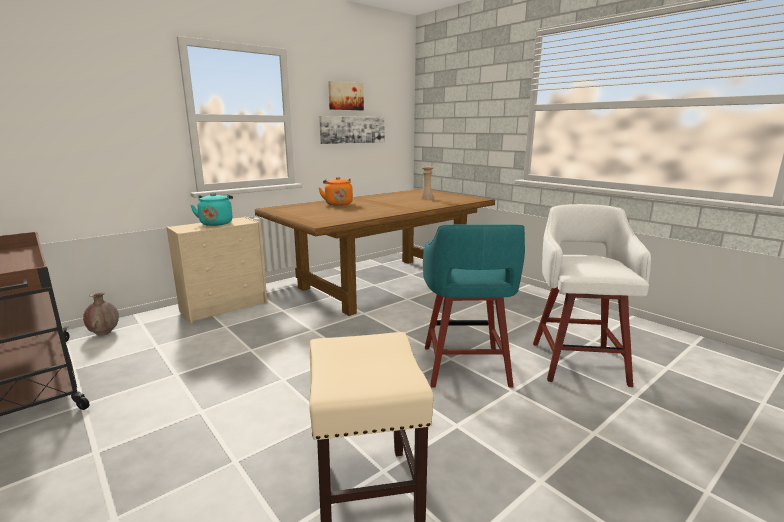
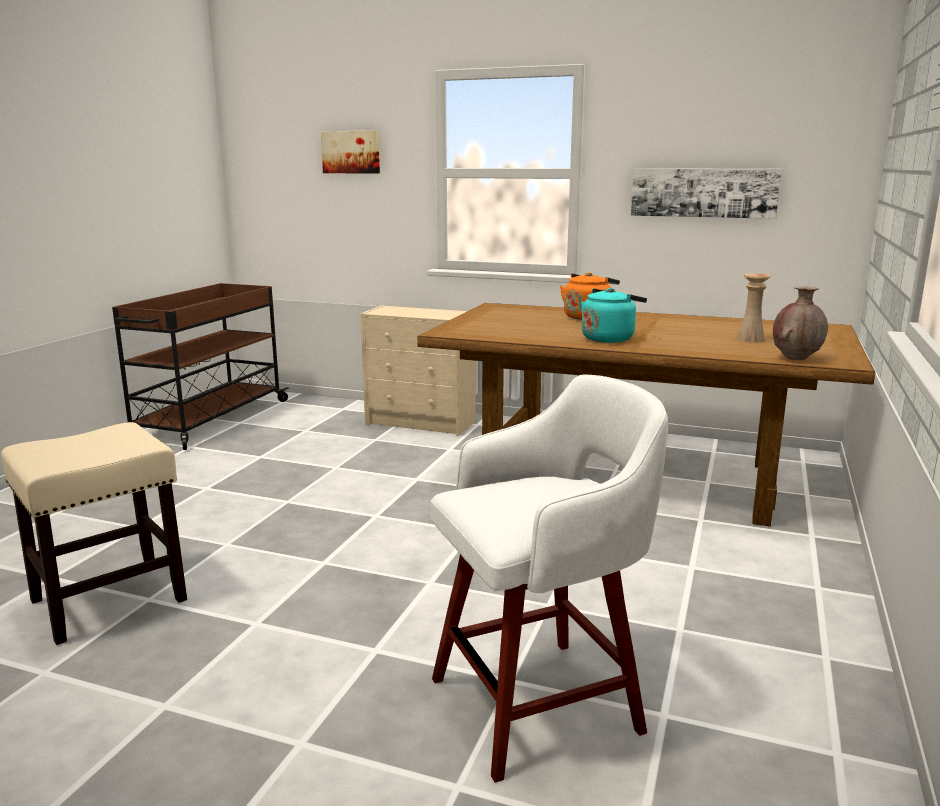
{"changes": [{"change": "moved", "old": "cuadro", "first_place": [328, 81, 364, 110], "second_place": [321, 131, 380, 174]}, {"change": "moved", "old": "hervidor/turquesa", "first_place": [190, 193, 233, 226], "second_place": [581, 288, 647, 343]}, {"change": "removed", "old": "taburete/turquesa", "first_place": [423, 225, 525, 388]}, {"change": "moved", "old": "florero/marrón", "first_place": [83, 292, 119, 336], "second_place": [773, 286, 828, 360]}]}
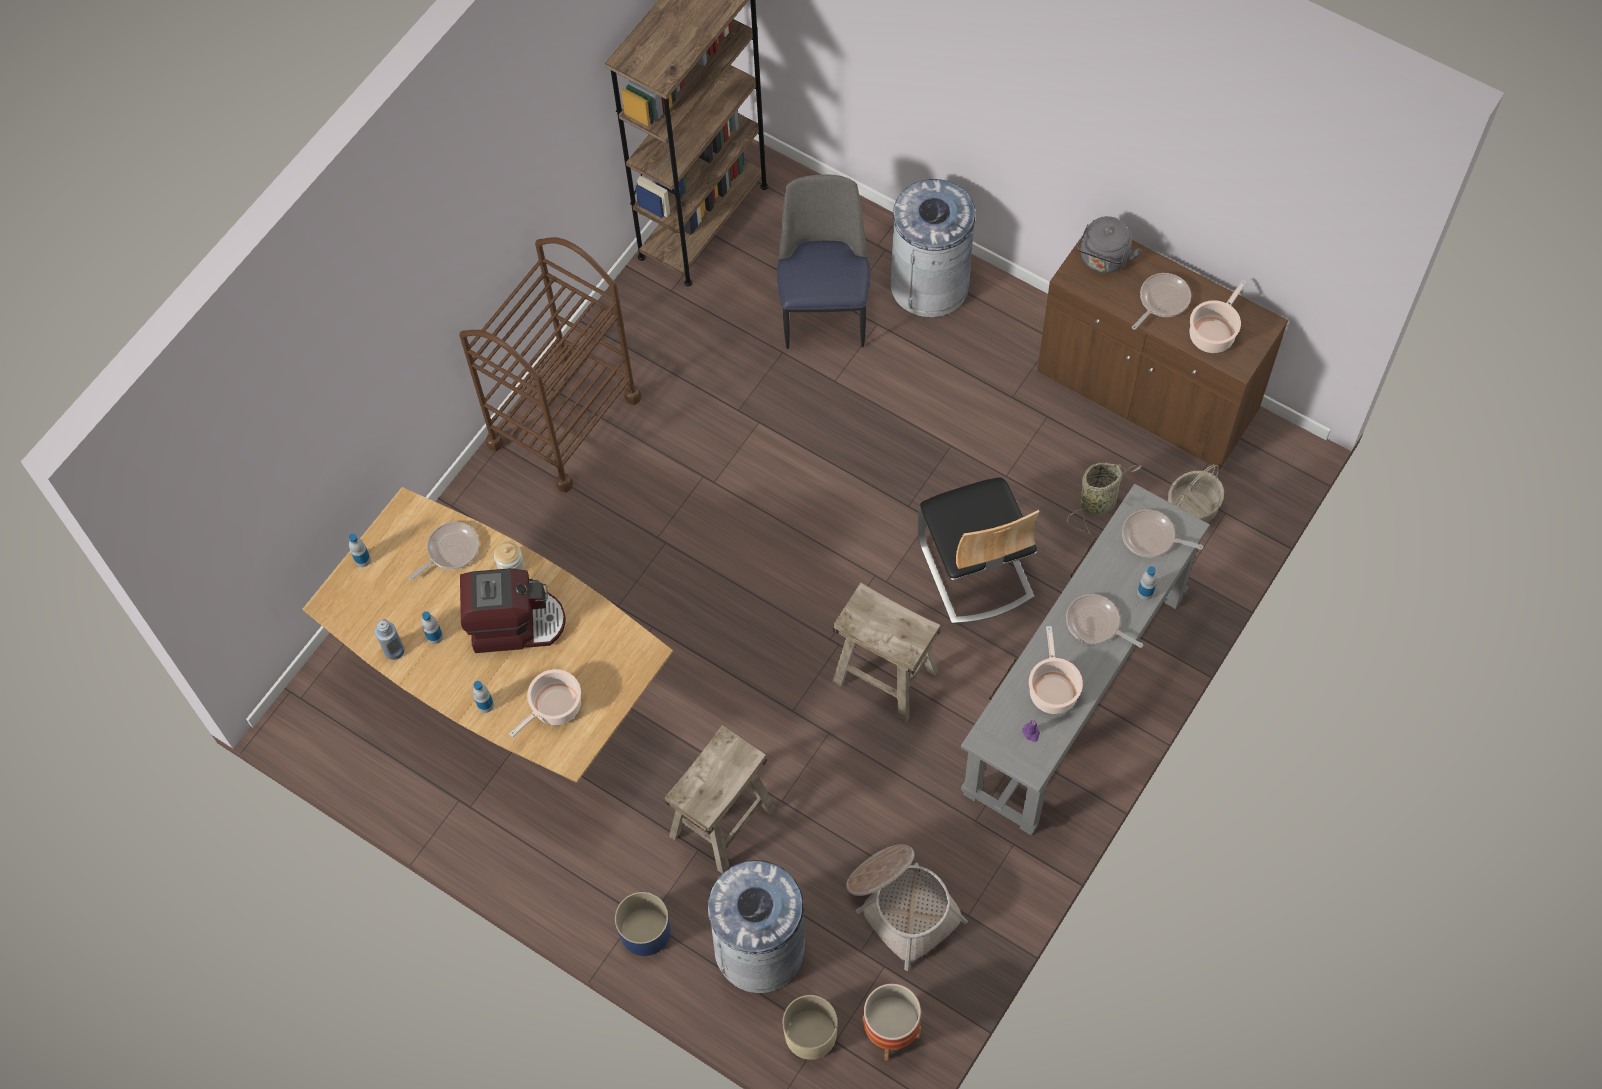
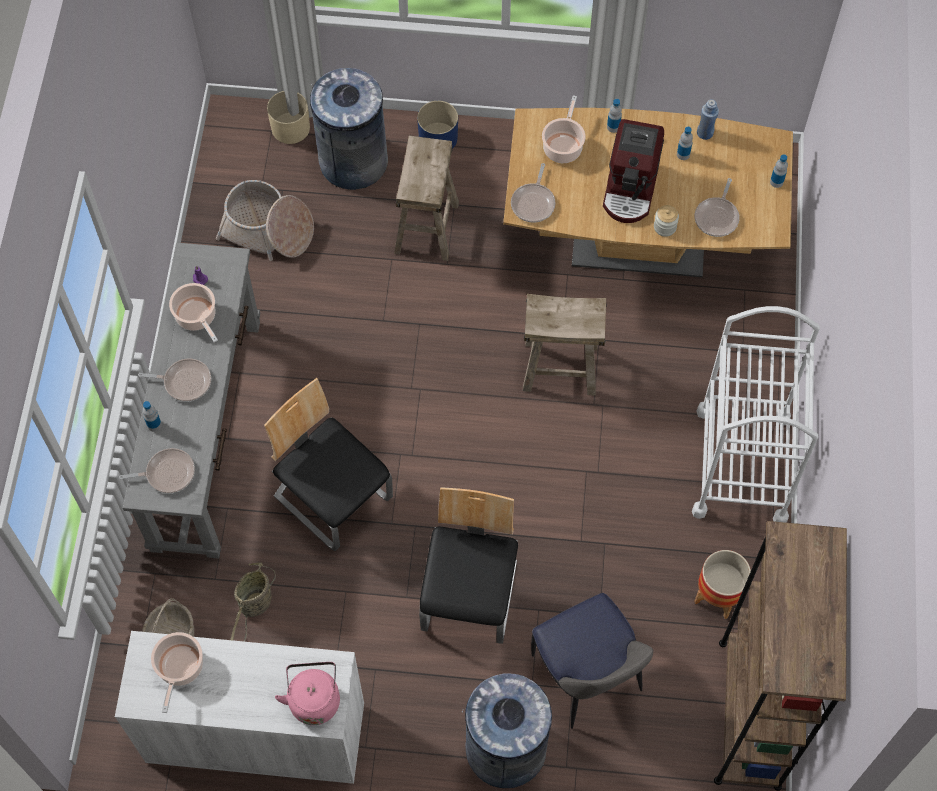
{"changes": [{"change": "recoloured", "old": "hervidor/gris", "new": "hervidor/rosa", "first_place": [1077, 216, 1142, 273], "second_place": [275, 662, 340, 725]}, {"change": "recoloured", "old": "armario/marrón", "new": "armario/blanco", "first_place": [1037, 220, 1288, 469], "second_place": [115, 631, 364, 784]}, {"change": "recoloured", "old": "carrito/marrón", "new": "carrito/blanco", "first_place": [459, 237, 641, 493], "second_place": [692, 306, 820, 523]}, {"change": "moved", "old": "sartén", "first_place": [1132, 273, 1191, 330], "second_place": [511, 163, 556, 223]}, {"change": "turned", "old": "cafetera", "first_place": [460, 568, 566, 653], "second_place": [603, 119, 664, 223], "degrees": -45}, {"change": "moved", "old": "taburete/beis", "first_place": [832, 583, 940, 723], "second_place": [523, 294, 607, 396]}, {"change": "moved", "old": "maceta", "first_place": [863, 983, 921, 1061], "second_place": [694, 550, 751, 619]}, {"change": "added", "new": "silla", "second_place": [419, 487, 518, 644]}]}
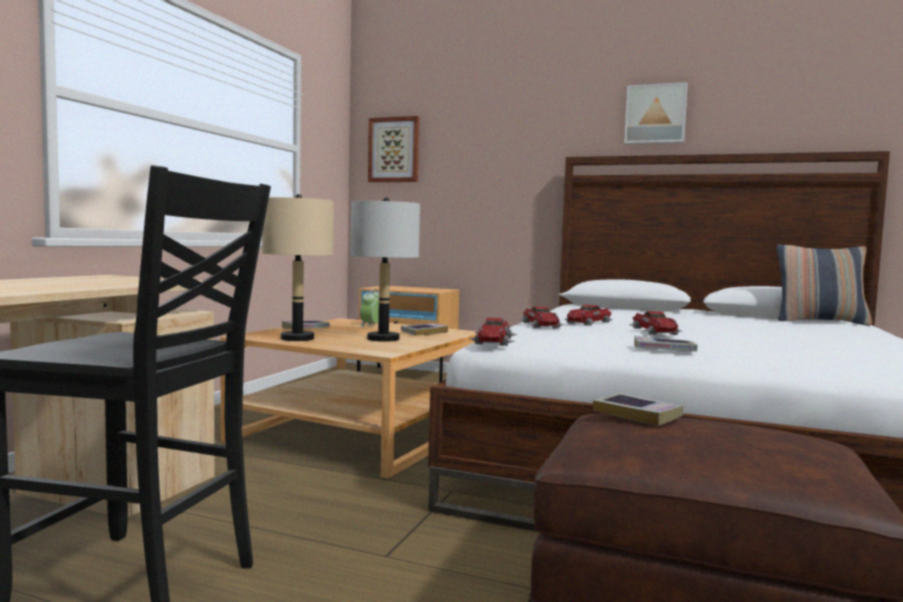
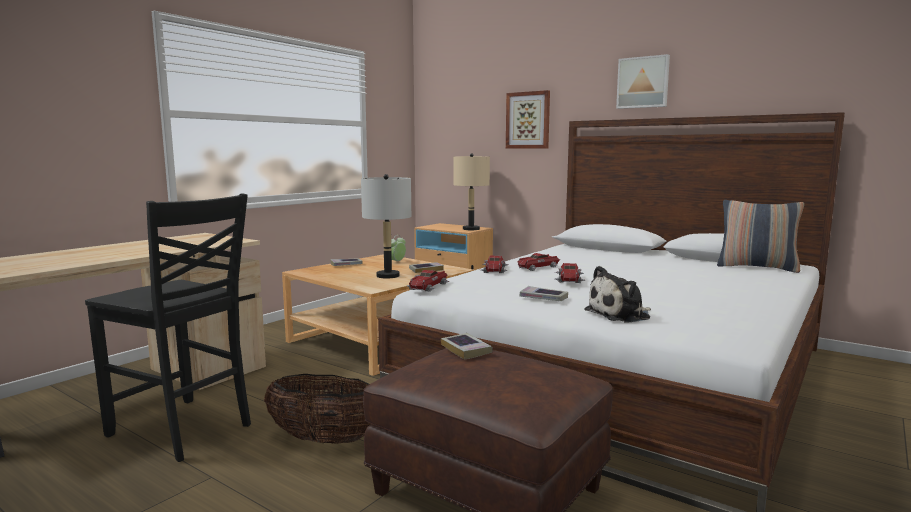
{"changes": [{"change": "moved", "old": "cuadro", "first_place": [368, 116, 420, 182], "second_place": [506, 90, 550, 149]}, {"change": "moved", "old": "lámpara de mesa/beis", "first_place": [262, 194, 334, 341], "second_place": [453, 153, 490, 230]}, {"change": "added", "new": "peluche", "second_place": [584, 266, 651, 323]}, {"change": "added", "new": "cesta", "second_place": [264, 374, 371, 444]}]}
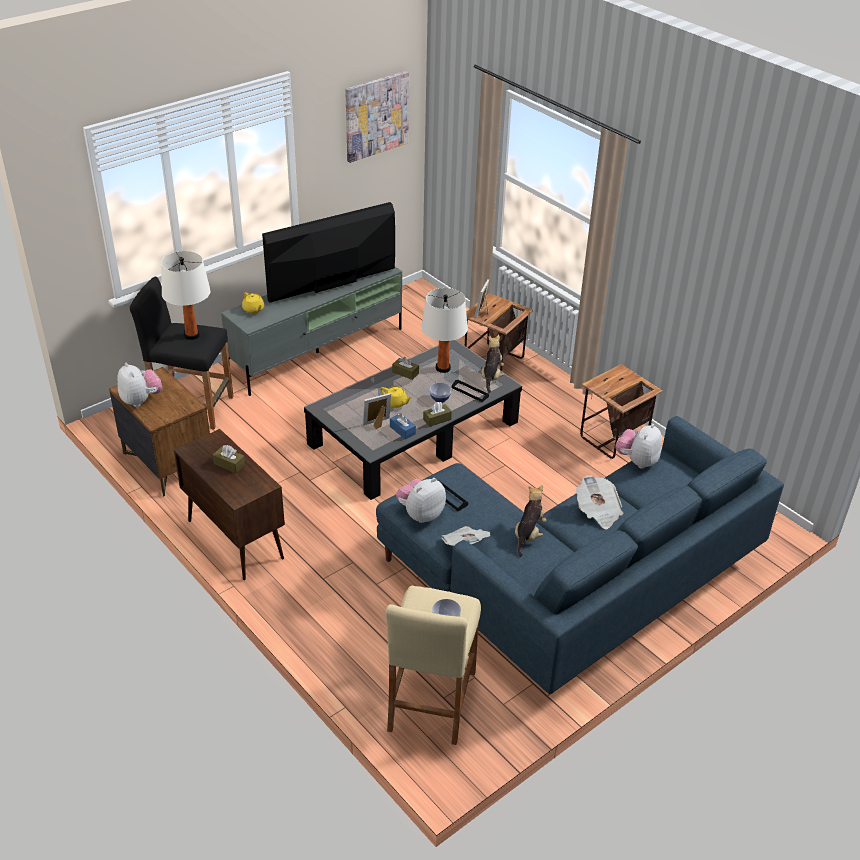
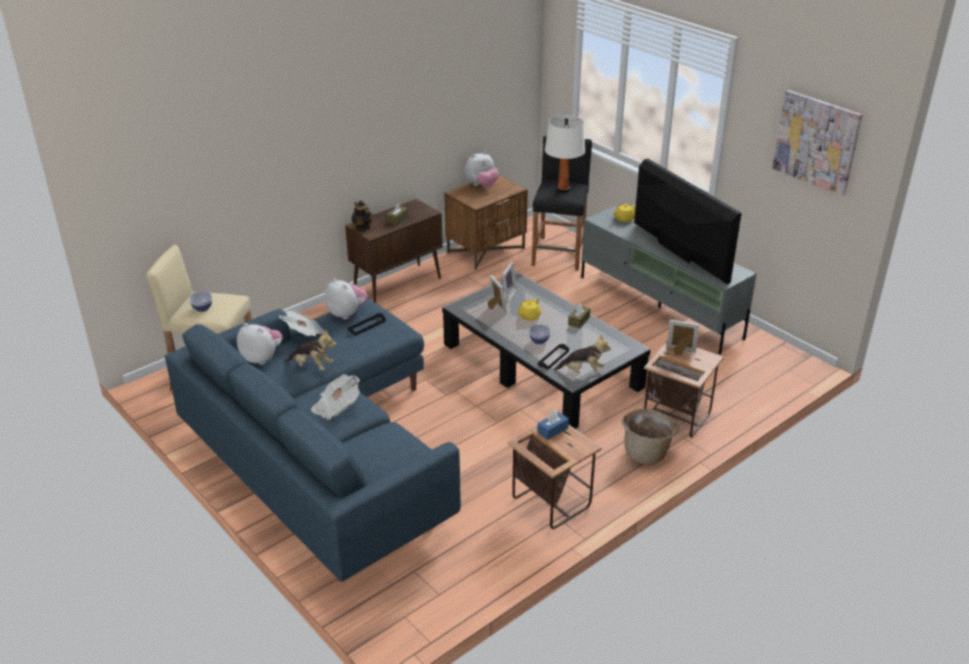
{"changes": [{"change": "removed", "old": "lámpara de mesa/blanco", "first_place": [421, 288, 468, 373]}, {"change": "removed", "old": "caja de pañuelos/marrón", "first_place": [423, 402, 452, 427]}, {"change": "moved", "old": "caja de pañuelos/azul", "first_place": [390, 413, 416, 439], "second_place": [537, 410, 569, 440]}, {"change": "moved", "old": "peluche", "first_place": [615, 424, 662, 469], "second_place": [237, 323, 283, 365]}, {"change": "added", "new": "tetera", "second_place": [351, 200, 373, 231]}, {"change": "added", "new": "portarretratos", "second_place": [502, 262, 517, 302]}, {"change": "added", "new": "cesta", "second_place": [622, 409, 679, 464]}]}
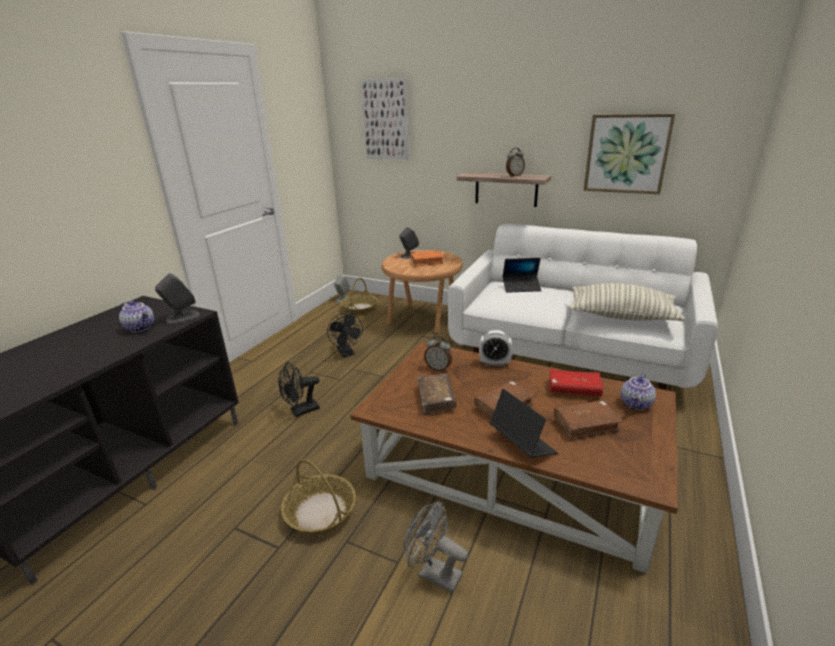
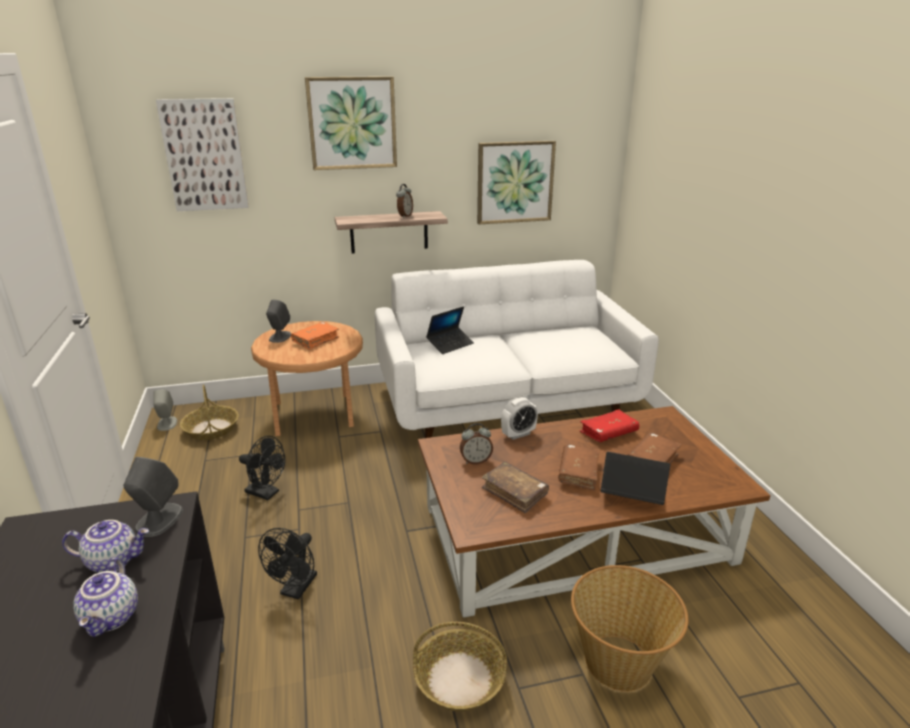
{"changes": [{"change": "removed", "old": "cojín", "first_place": [569, 283, 685, 321]}, {"change": "moved", "old": "tetera", "first_place": [621, 373, 656, 410], "second_place": [73, 557, 138, 637]}, {"change": "replaced", "old": "ventilador/gris", "new": "cesta", "first_place": [404, 501, 468, 593], "second_place": [571, 565, 689, 692]}, {"change": "added", "new": "cuadro", "second_place": [305, 76, 397, 170]}]}
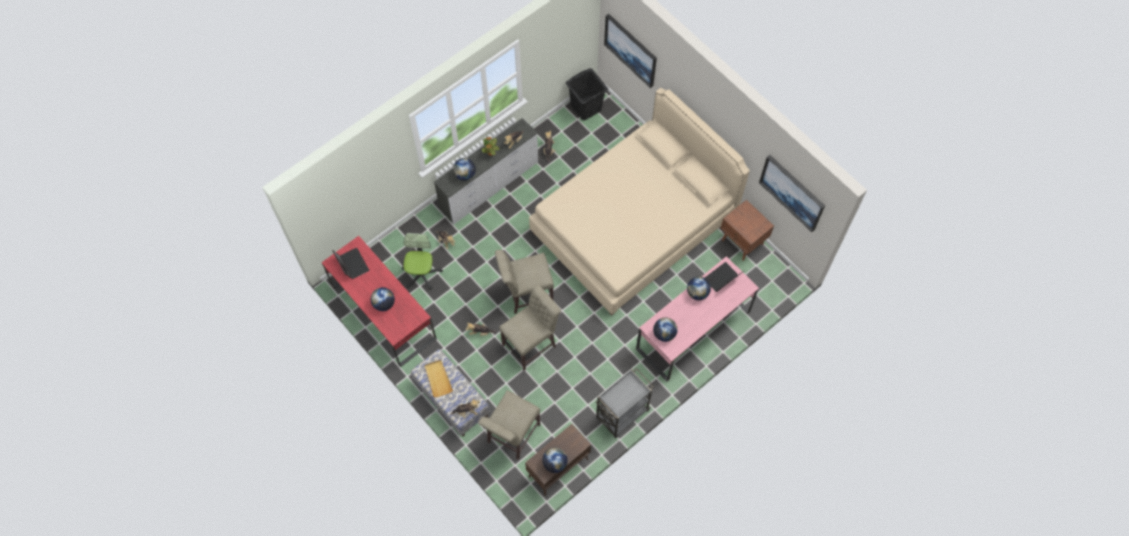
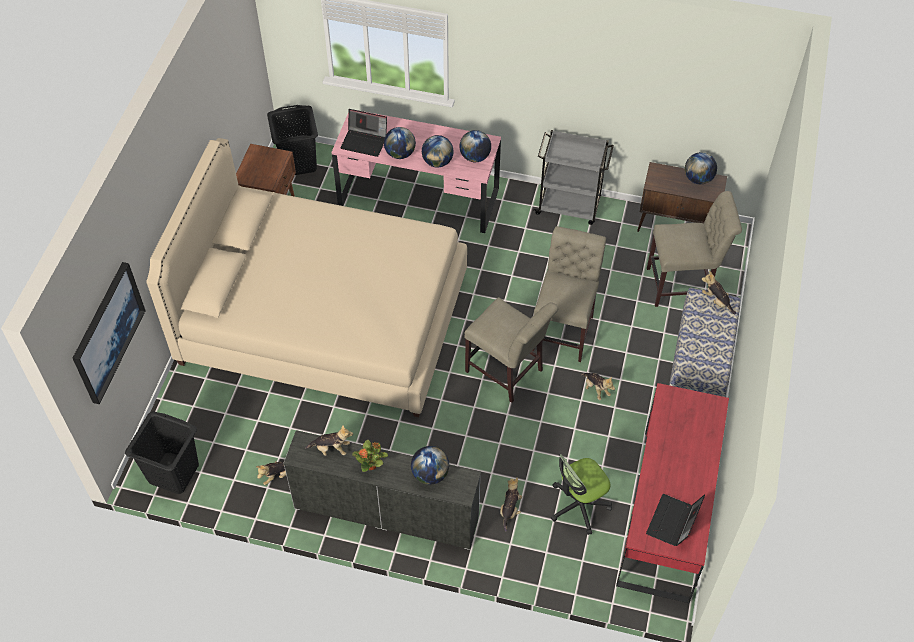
{"changes": [{"change": "removed", "old": "cuadro", "first_place": [759, 155, 825, 232]}, {"change": "turned", "old": "silla/beis", "first_place": [499, 285, 561, 371], "second_place": [532, 226, 606, 362], "degrees": 90}, {"change": "moved", "old": "globo terráqueo", "first_place": [371, 287, 395, 311], "second_place": [422, 135, 454, 167]}, {"change": "removed", "old": "bandeja/beis", "first_place": [425, 360, 453, 398]}, {"change": "added", "new": "cesto de la ropa/negro", "second_place": [267, 105, 318, 175]}]}
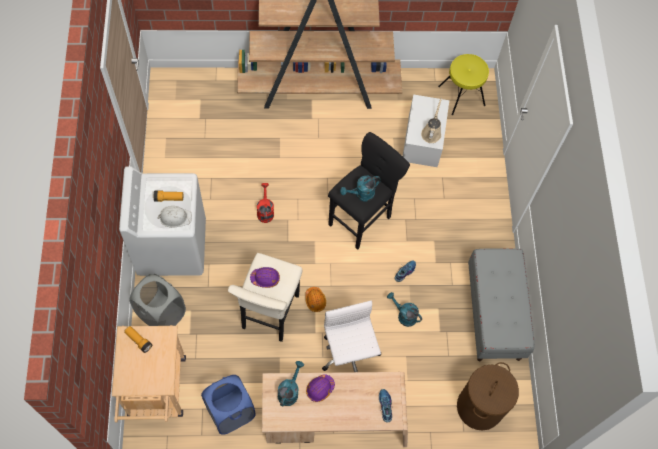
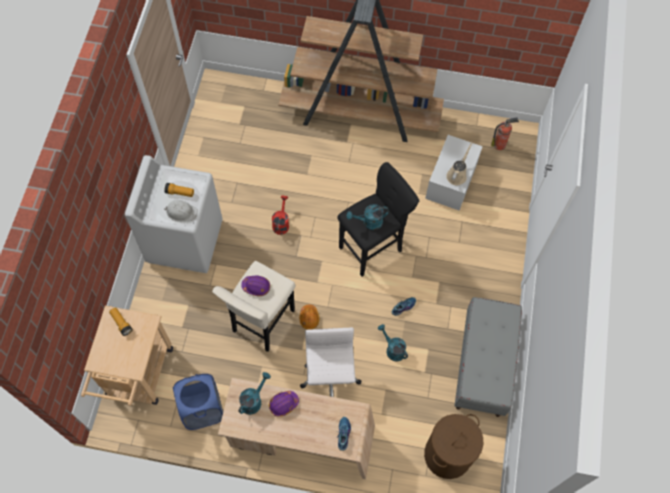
{"changes": [{"change": "replaced", "old": "taburete/amarillo", "new": "extintor", "first_place": [438, 54, 489, 115], "second_place": [491, 117, 519, 150]}, {"change": "removed", "old": "cesto de la ropa/gris", "first_place": [130, 274, 186, 326]}]}
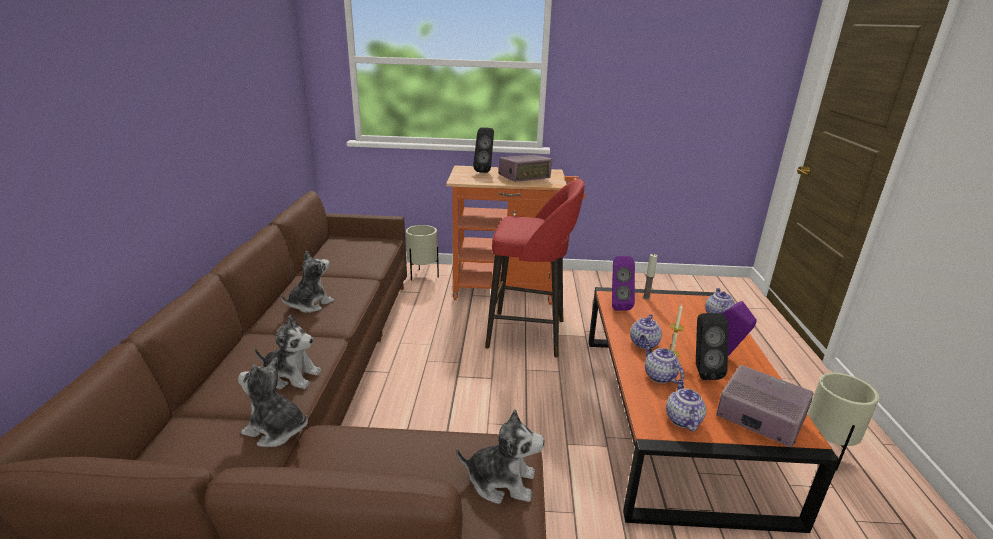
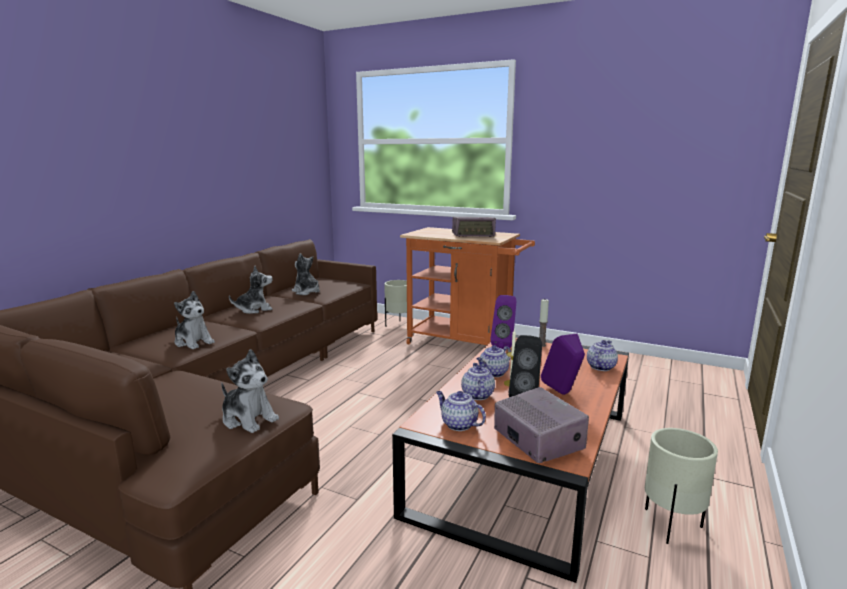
{"changes": [{"change": "removed", "old": "altavoz/negro", "first_place": [473, 128, 494, 173]}, {"change": "removed", "old": "taburete/rojo", "first_place": [485, 179, 585, 358]}, {"change": "moved", "old": "peluche", "first_place": [238, 358, 308, 447], "second_place": [292, 253, 320, 295]}, {"change": "turned", "old": "tetera", "first_place": [666, 379, 706, 431], "second_place": [436, 391, 486, 431], "degrees": -75}]}
